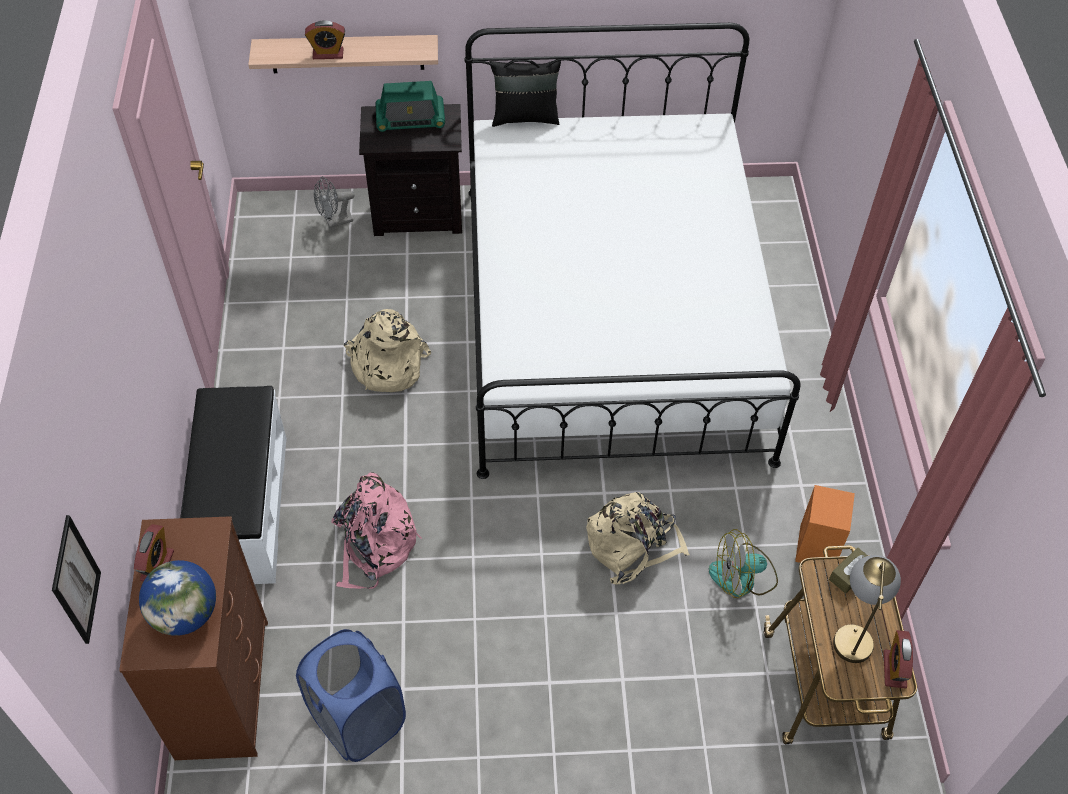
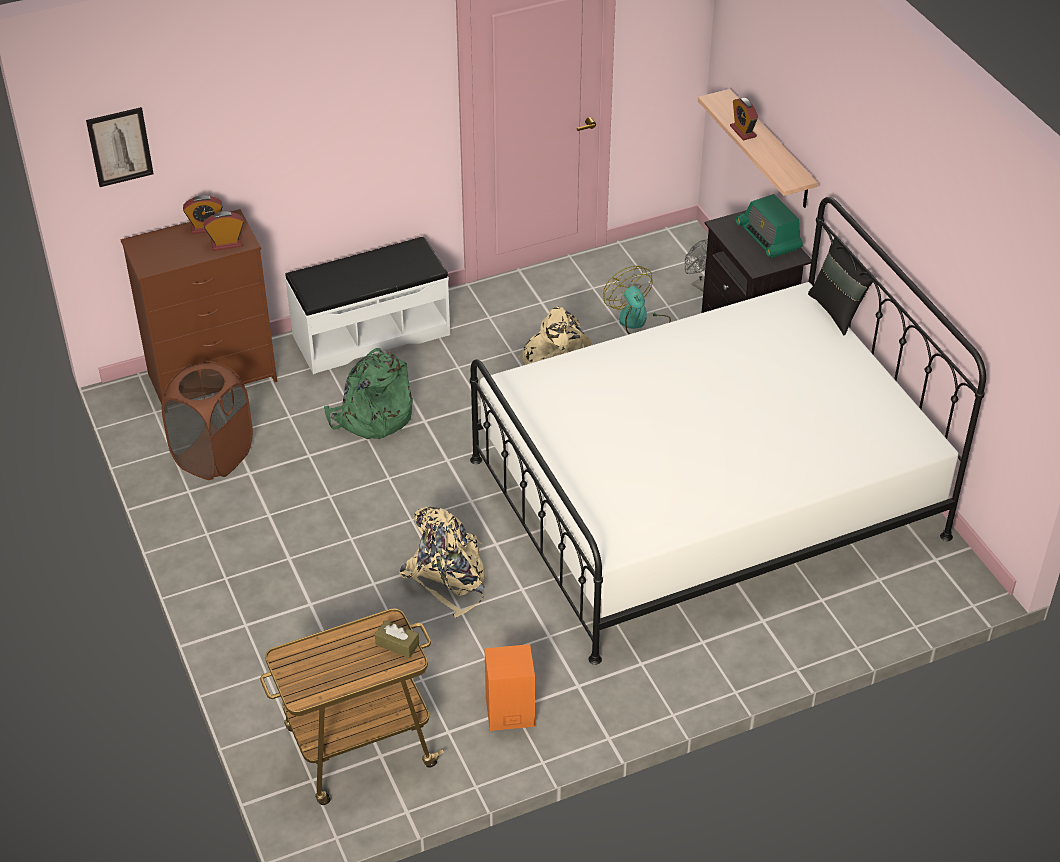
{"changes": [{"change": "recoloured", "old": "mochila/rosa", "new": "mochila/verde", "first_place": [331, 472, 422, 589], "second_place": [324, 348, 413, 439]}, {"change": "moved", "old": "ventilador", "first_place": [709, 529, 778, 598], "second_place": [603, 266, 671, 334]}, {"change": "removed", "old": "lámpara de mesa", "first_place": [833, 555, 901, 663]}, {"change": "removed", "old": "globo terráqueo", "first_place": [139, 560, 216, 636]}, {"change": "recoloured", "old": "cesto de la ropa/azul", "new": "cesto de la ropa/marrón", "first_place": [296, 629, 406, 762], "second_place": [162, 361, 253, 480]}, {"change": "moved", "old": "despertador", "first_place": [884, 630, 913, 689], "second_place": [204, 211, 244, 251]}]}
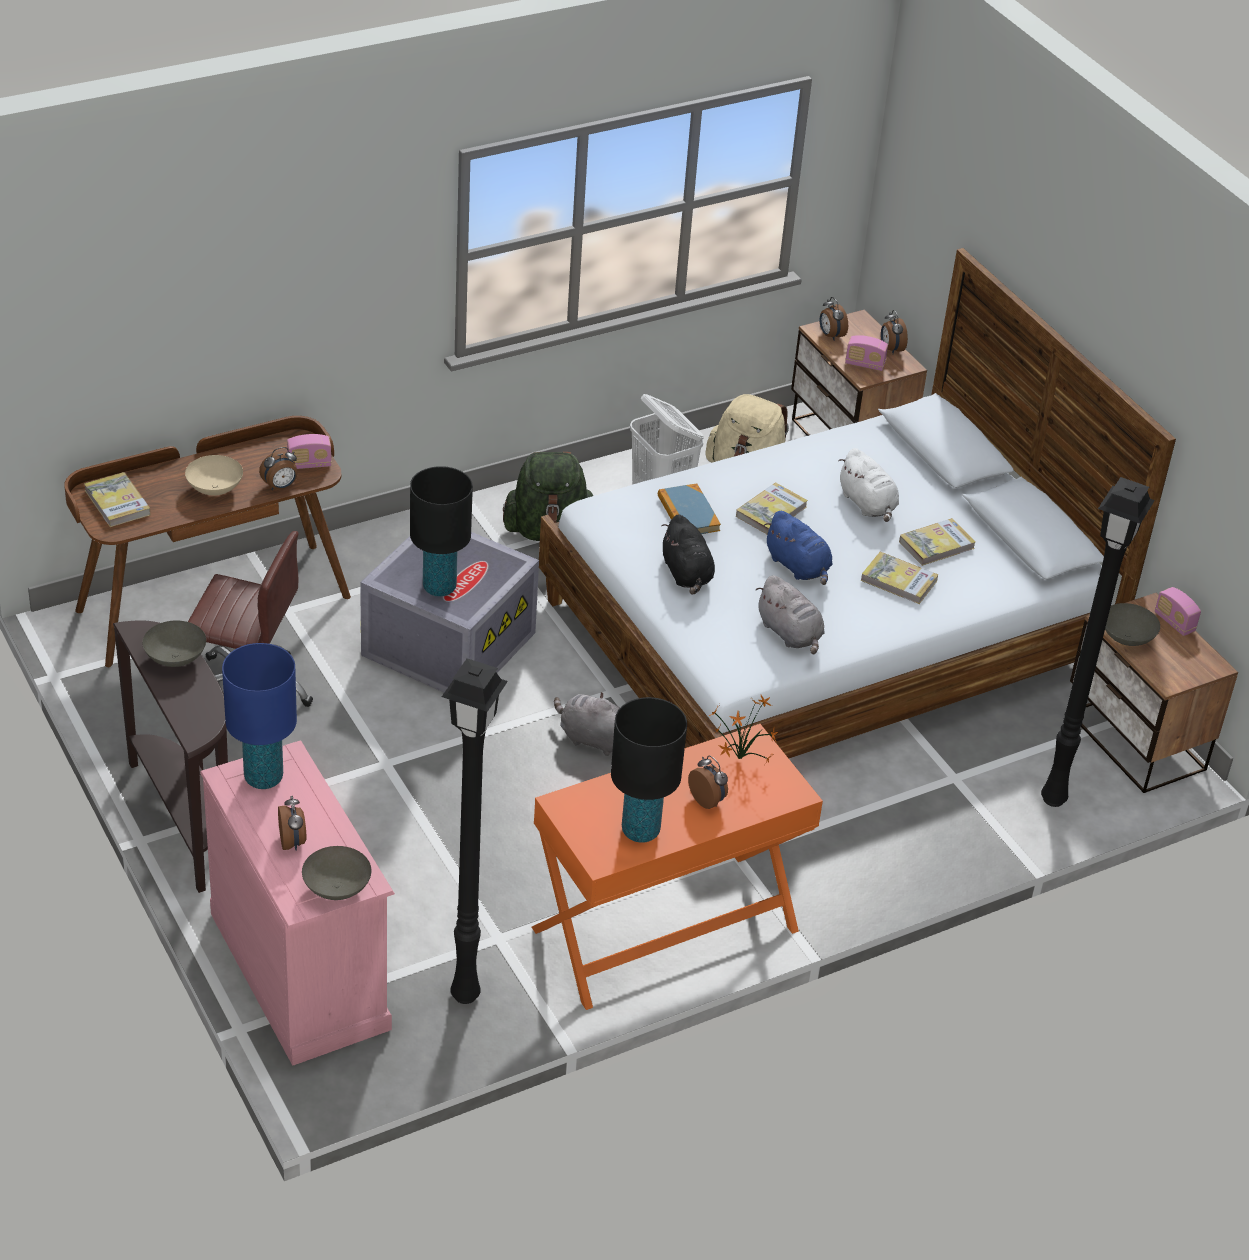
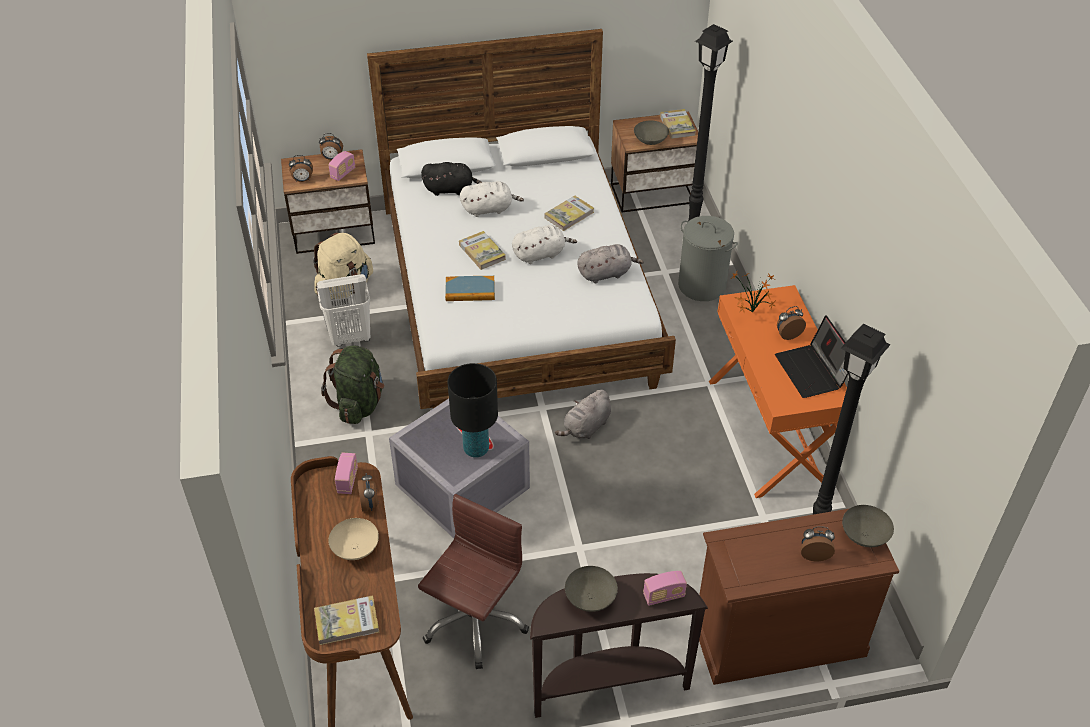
{"changes": [{"change": "recoloured", "old": "peluche/azul", "new": "peluche/blanco", "first_place": [764, 511, 833, 585], "second_place": [512, 225, 577, 264]}, {"change": "moved", "old": "peluche/negro", "first_place": [662, 514, 715, 595], "second_place": [421, 162, 482, 196]}, {"change": "moved", "old": "libro", "first_place": [899, 518, 976, 566], "second_place": [660, 109, 696, 139]}, {"change": "moved", "old": "radio", "first_place": [1155, 587, 1201, 636], "second_place": [643, 571, 687, 606]}, {"change": "removed", "old": "lámpara de mesa/azul", "first_place": [222, 643, 297, 789]}, {"change": "replaced", "old": "lámpara de mesa/negro", "new": "portátil", "first_place": [611, 697, 687, 843], "second_place": [775, 315, 848, 398]}, {"change": "recoloured", "old": "cómoda/rosa", "new": "cómoda/marrón", "first_place": [200, 740, 395, 1066], "second_place": [699, 509, 899, 685]}, {"change": "added", "new": "cesto de la ropa/gris", "second_place": [678, 216, 738, 301]}]}
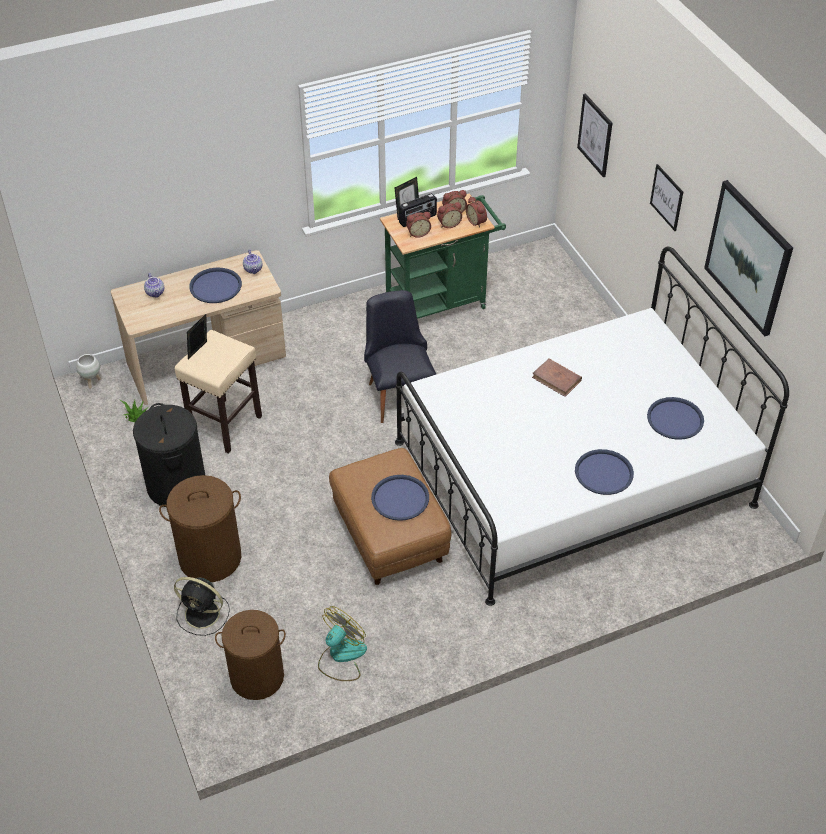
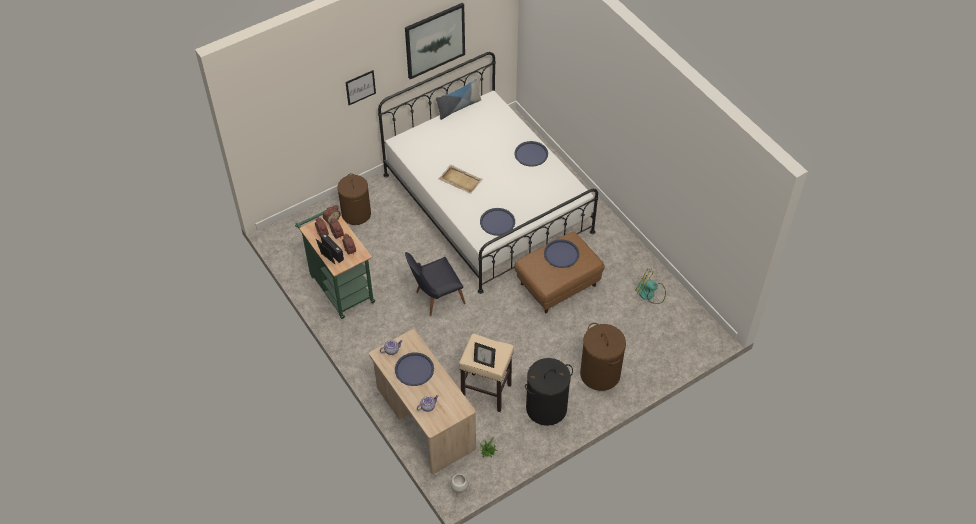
{"changes": [{"change": "removed", "old": "cuadro", "first_place": [577, 93, 612, 177]}, {"change": "replaced", "old": "libro/marrón", "new": "bandeja/beis", "first_place": [532, 359, 582, 397], "second_place": [439, 164, 483, 194]}, {"change": "moved", "old": "bandeja/azul", "first_place": [647, 397, 704, 440], "second_place": [480, 208, 515, 236]}, {"change": "removed", "old": "ventilador/negro", "first_place": [174, 577, 230, 636]}, {"change": "moved", "old": "cesto de la ropa/marrón", "first_place": [215, 610, 286, 700], "second_place": [337, 173, 371, 225]}, {"change": "added", "new": "cojín", "second_place": [436, 79, 481, 120]}]}
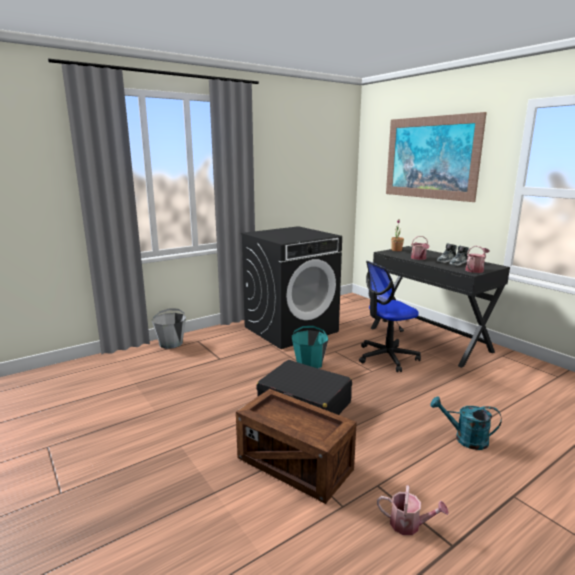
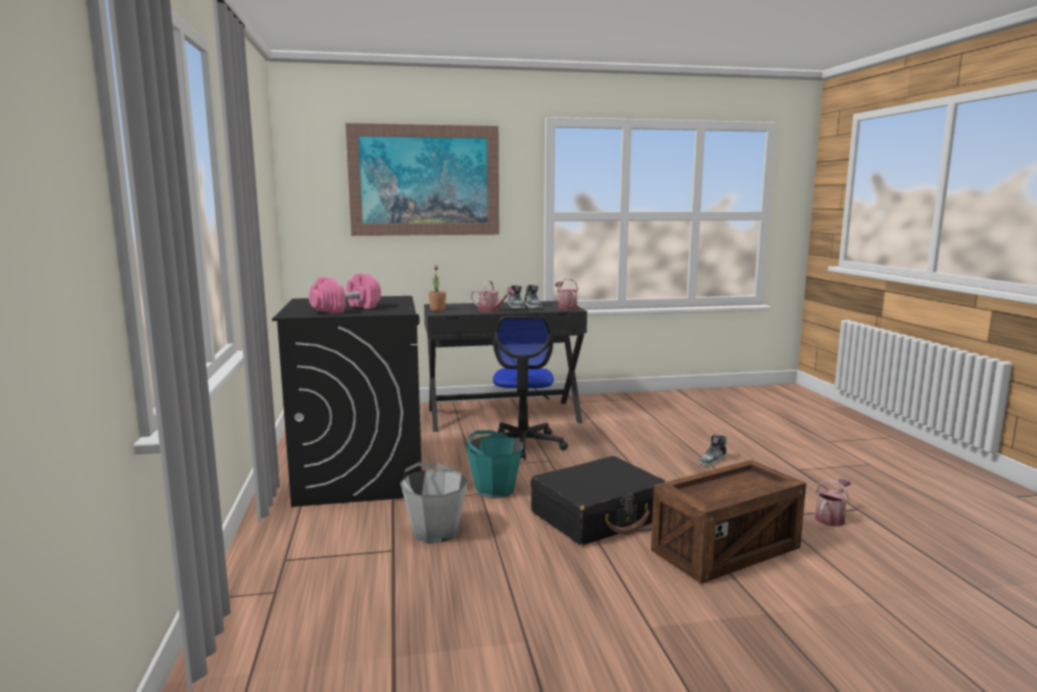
{"changes": [{"change": "moved", "old": "cubo/gris", "first_place": [152, 308, 186, 349], "second_place": [400, 462, 468, 543]}, {"change": "replaced", "old": "regadera/turquesa", "new": "zapato", "first_place": [430, 396, 502, 450], "second_place": [699, 435, 727, 466]}, {"change": "added", "new": "mancuerna/rosa", "second_place": [309, 273, 381, 314]}]}
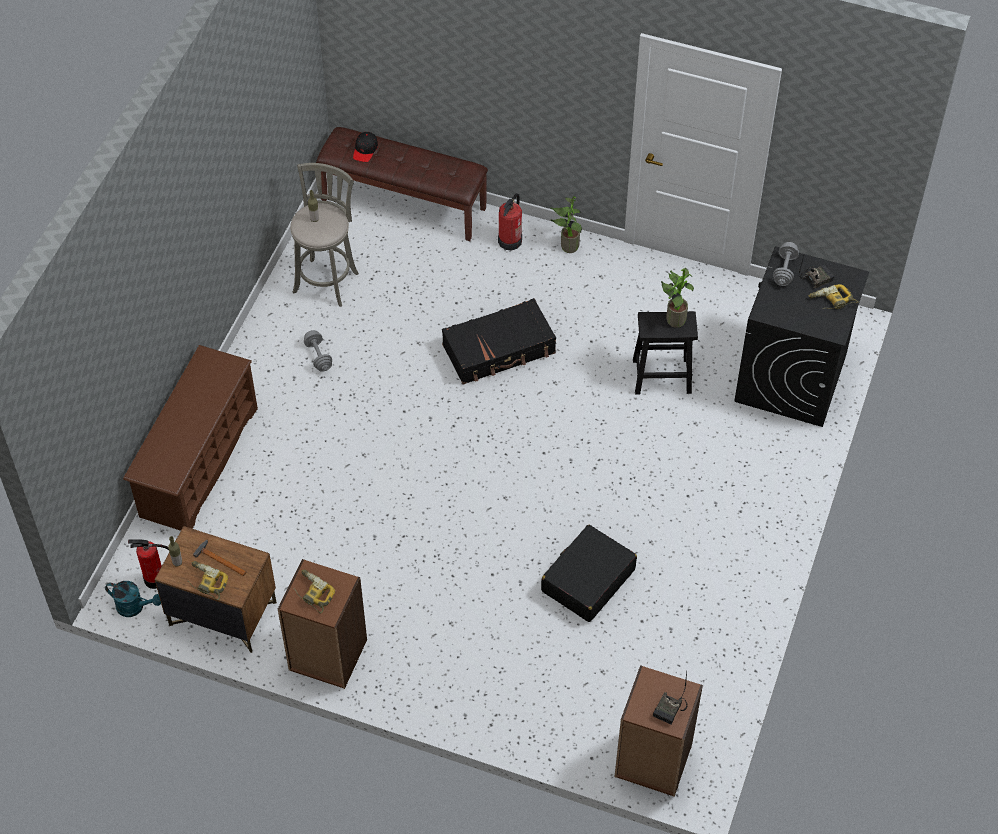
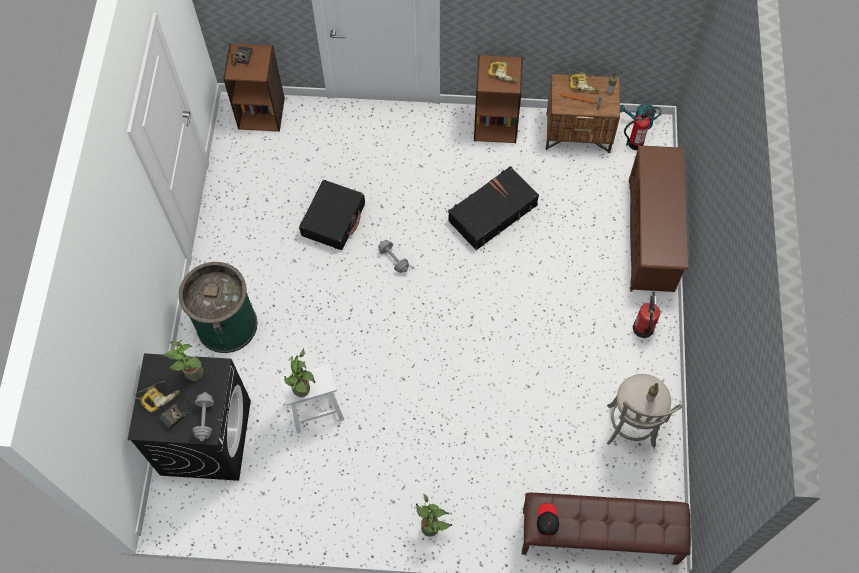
{"changes": [{"change": "moved", "old": "gorra/negro", "first_place": [353, 132, 378, 162], "second_place": [537, 503, 559, 536]}, {"change": "moved", "old": "extintor", "first_place": [498, 193, 522, 250], "second_place": [633, 292, 661, 338]}, {"change": "moved", "old": "maleta/negro", "first_place": [442, 298, 556, 385], "second_place": [448, 166, 539, 250]}, {"change": "recoloured", "old": "taburete/negro", "new": "taburete/blanco", "first_place": [633, 311, 698, 395], "second_place": [280, 364, 344, 434]}, {"change": "moved", "old": "mancuerna/gris", "first_place": [304, 330, 332, 372], "second_place": [378, 240, 409, 273]}, {"change": "added", "new": "papelera/verde", "second_place": [179, 262, 257, 353]}, {"change": "added", "new": "planta en maceta", "second_place": [161, 340, 203, 381]}]}
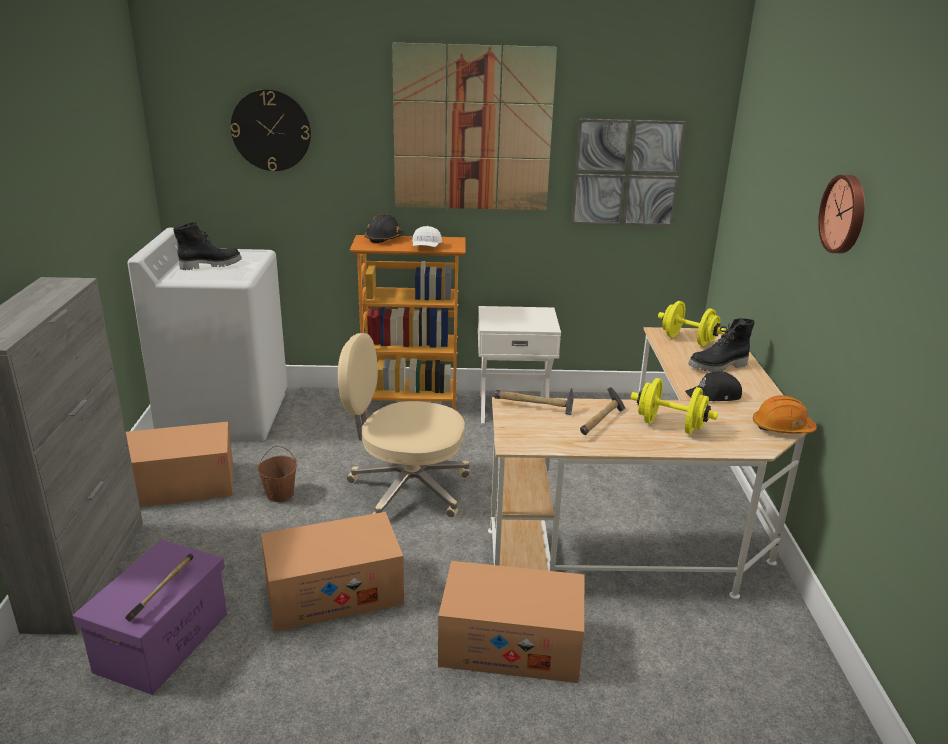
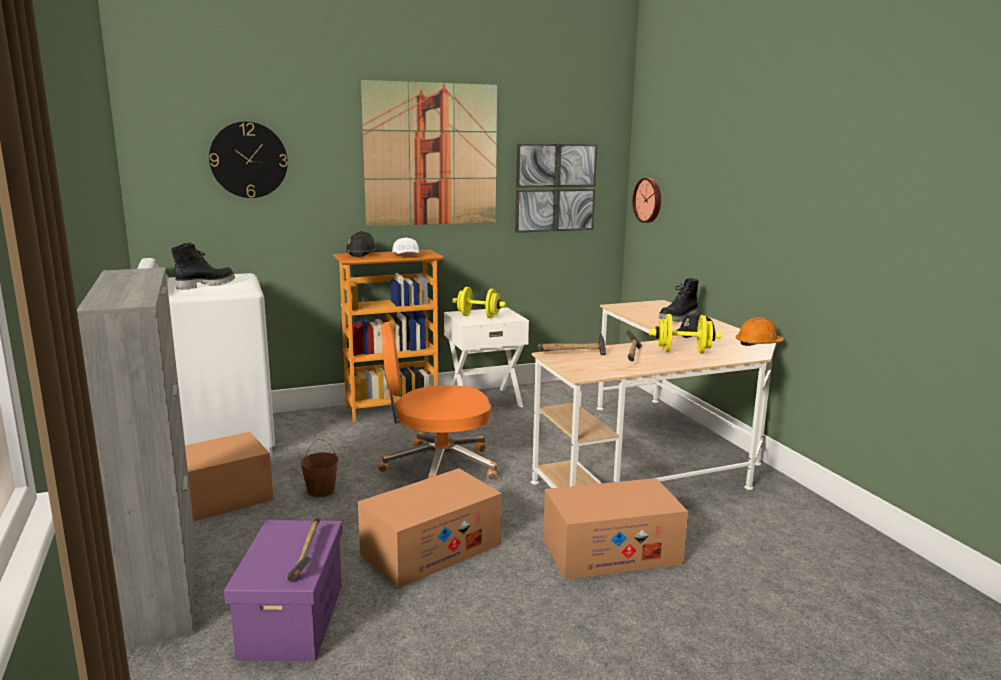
{"changes": [{"change": "moved", "old": "reloj de pared", "first_place": [818, 175, 865, 253], "second_place": [633, 178, 661, 223]}, {"change": "moved", "old": "mancuerna/amarillo", "first_place": [658, 301, 726, 346], "second_place": [452, 287, 506, 318]}, {"change": "recoloured", "old": "silla de oficina/beis", "new": "silla de oficina/naranja", "first_place": [338, 333, 470, 518], "second_place": [378, 322, 497, 480]}]}
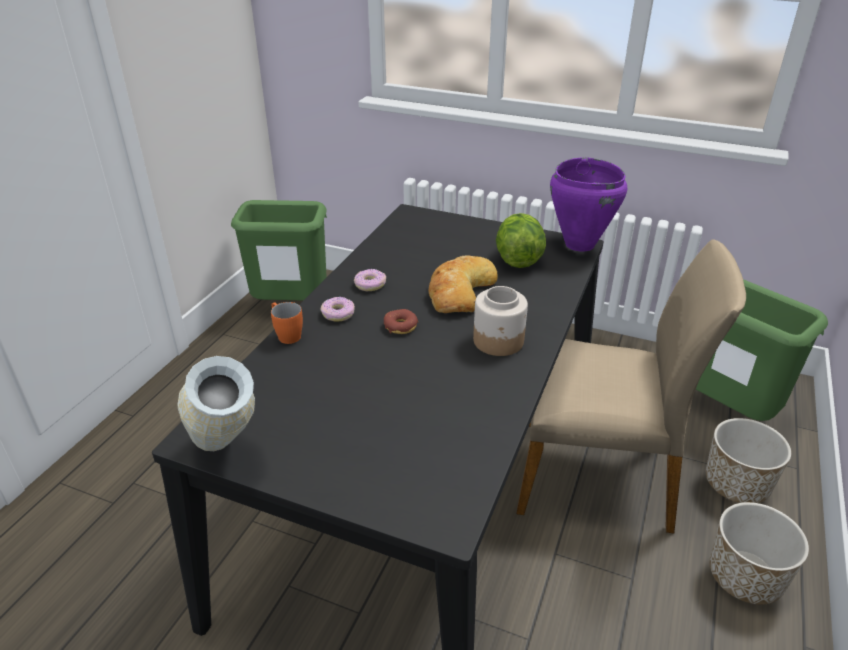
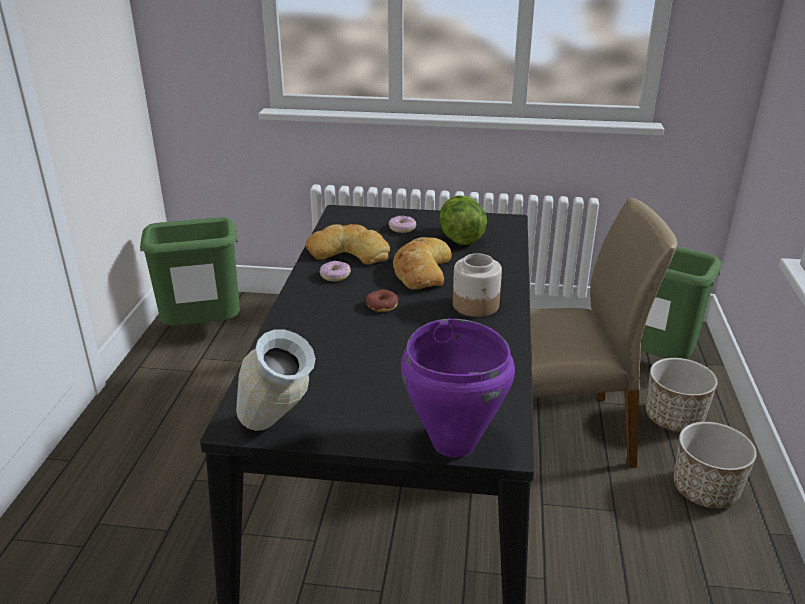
{"changes": [{"change": "moved", "old": "olla/morado", "first_place": [550, 157, 627, 252], "second_place": [401, 319, 515, 457]}, {"change": "moved", "old": "rosquilla", "first_place": [320, 297, 355, 322], "second_place": [389, 216, 416, 233]}, {"change": "removed", "old": "taza grande/naranja", "first_place": [271, 302, 303, 344]}, {"change": "added", "new": "pan", "second_place": [306, 224, 390, 265]}]}
